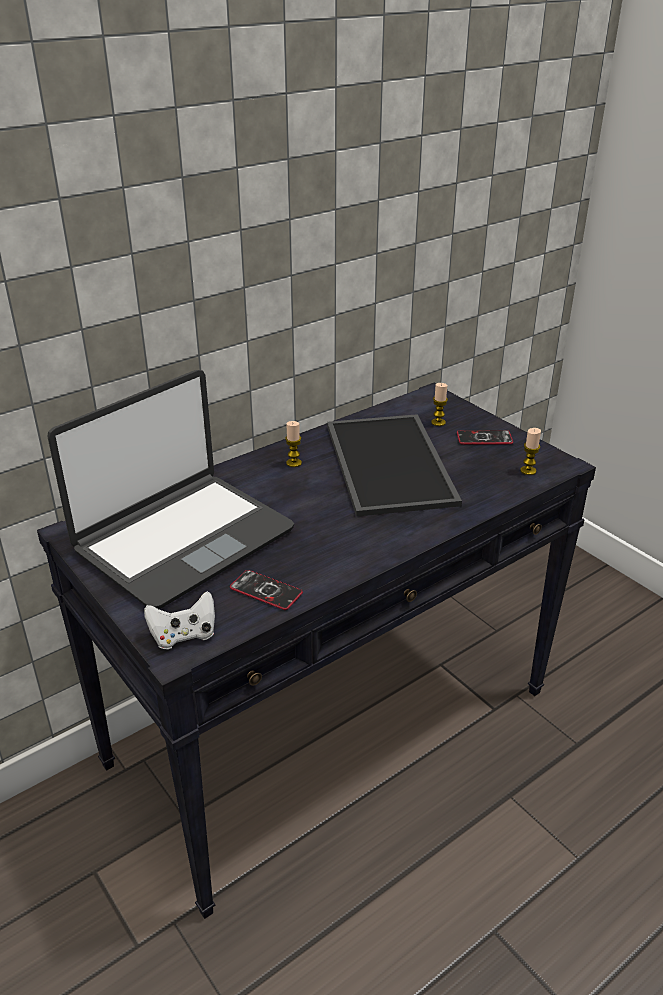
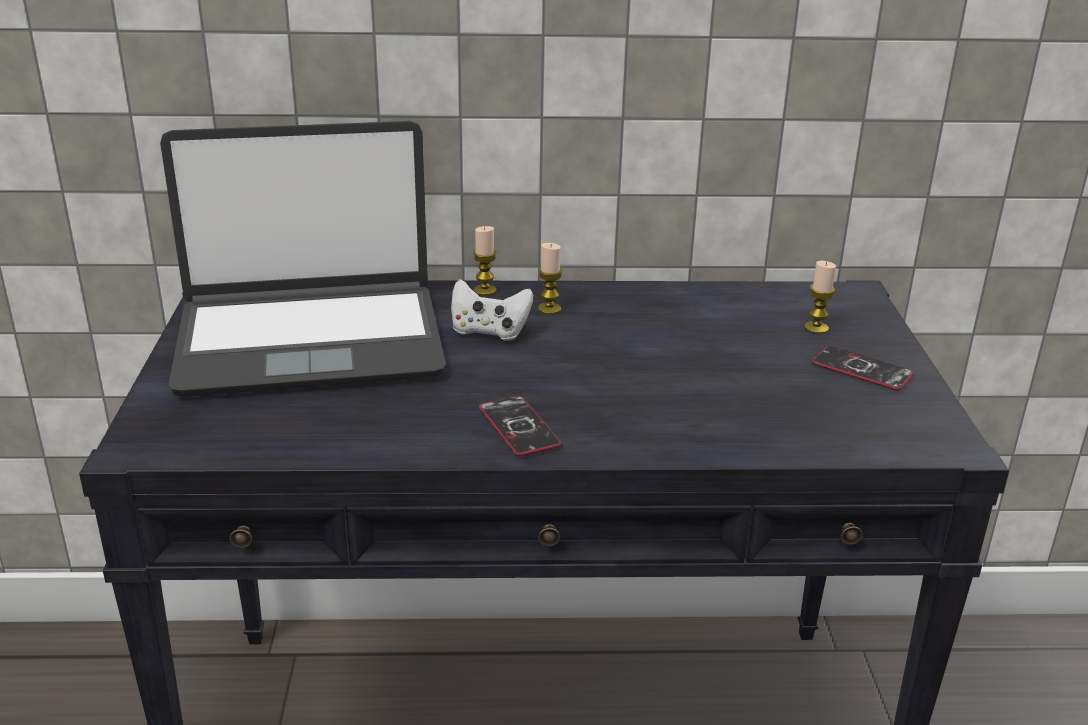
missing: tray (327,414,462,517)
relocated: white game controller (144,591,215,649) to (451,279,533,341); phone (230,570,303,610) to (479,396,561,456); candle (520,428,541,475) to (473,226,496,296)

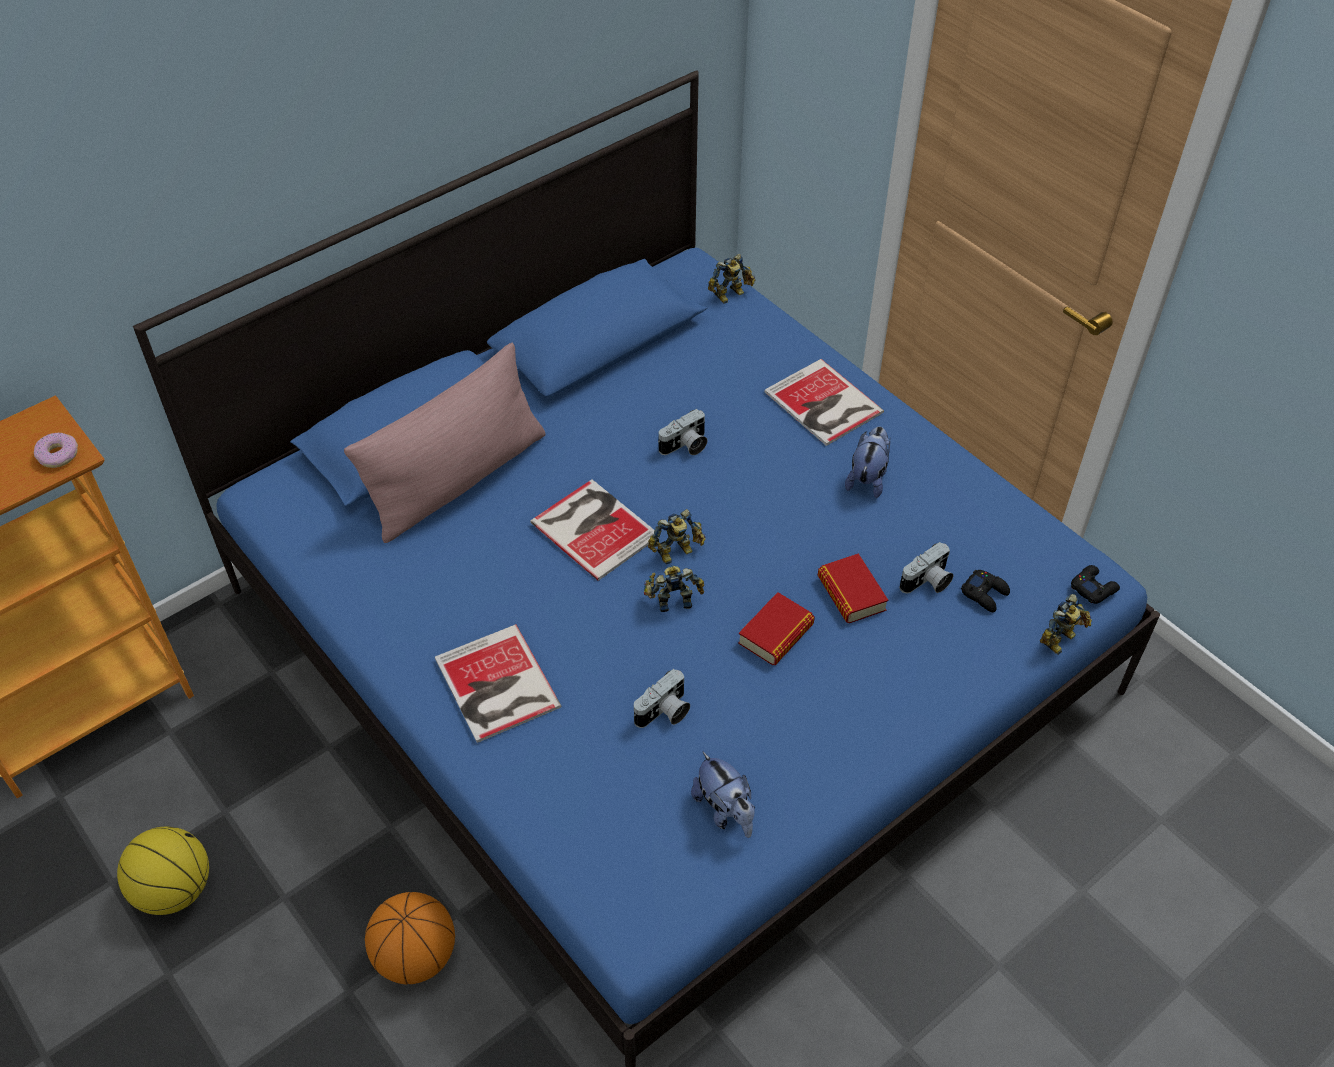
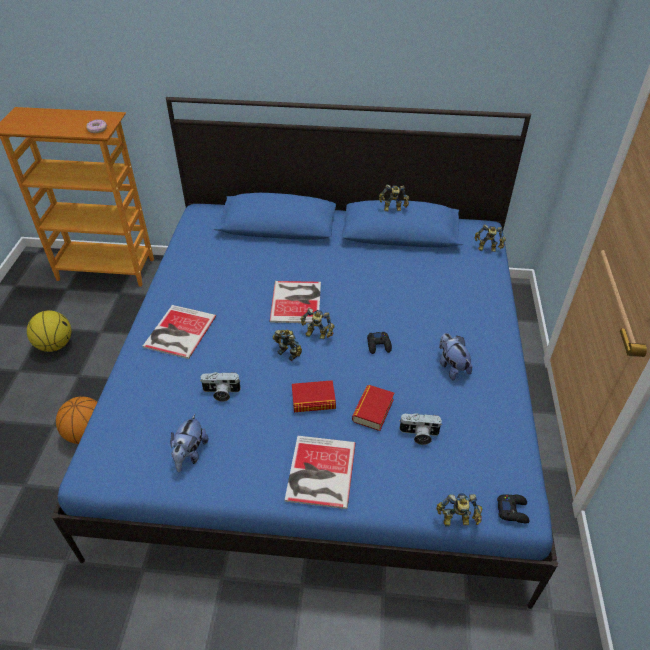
missing: pink pillow (344,343,545,543); photo camera (658,409,707,455)
appeared: toy robot (379,185,409,212)
relocated: book (765,359,884,446) to (285,436,356,509); black game controller (961,569,1010,612) to (367,332,392,354)
spun: plush toy (845,426,890,498) = (439,333,473,381) 90 degrees counterclockwise

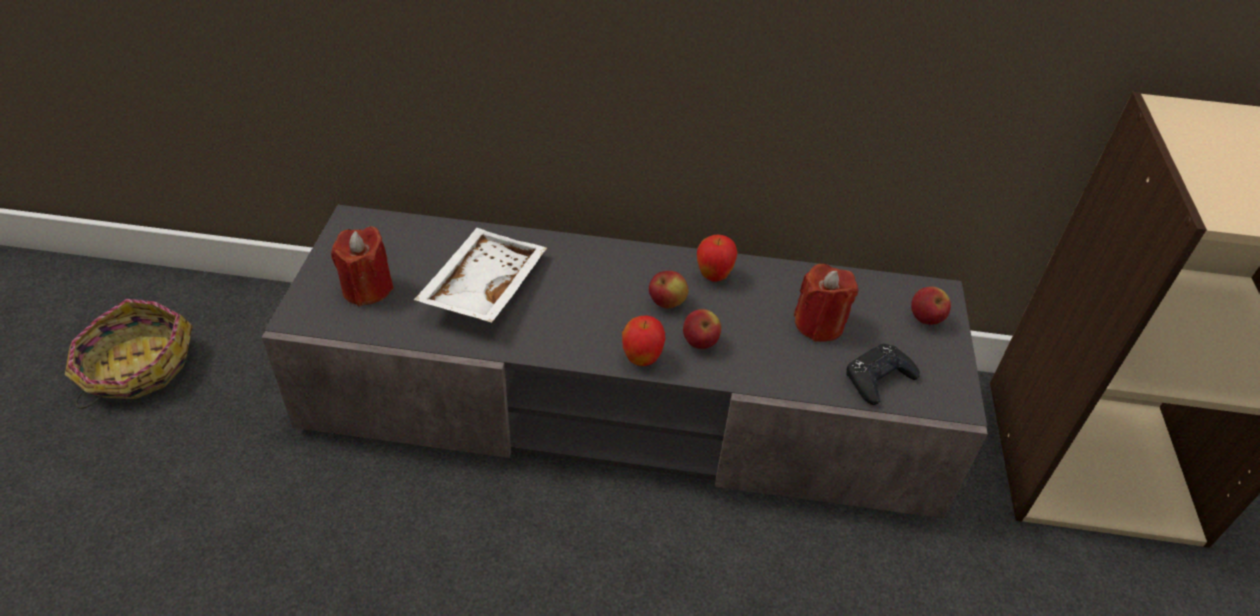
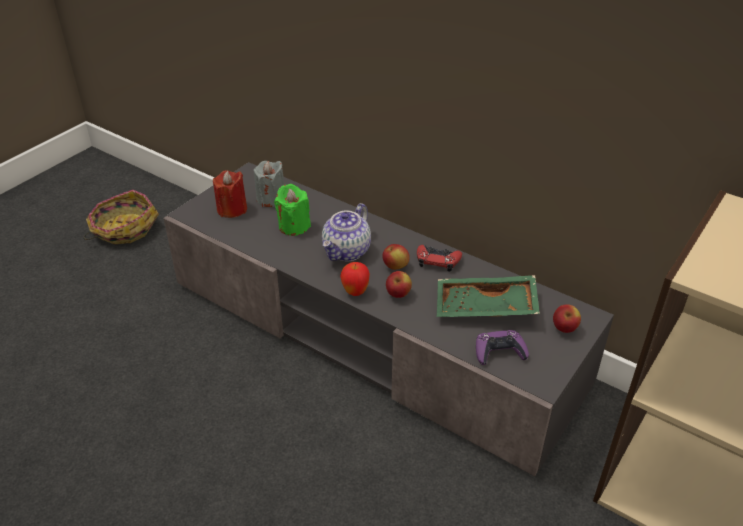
appeared: grey candle (254,161,284,207); teapot (322,203,371,261)
exchanged: white tray (414,228,547,323) to green candle (274,184,311,236); apple (697,234,737,282) to red game controller (417,245,462,272); red candle (794,264,858,342) to green tray (437,275,540,317)
colour: black game controller (846,344,920,405) to purple game controller (476,330,529,365)

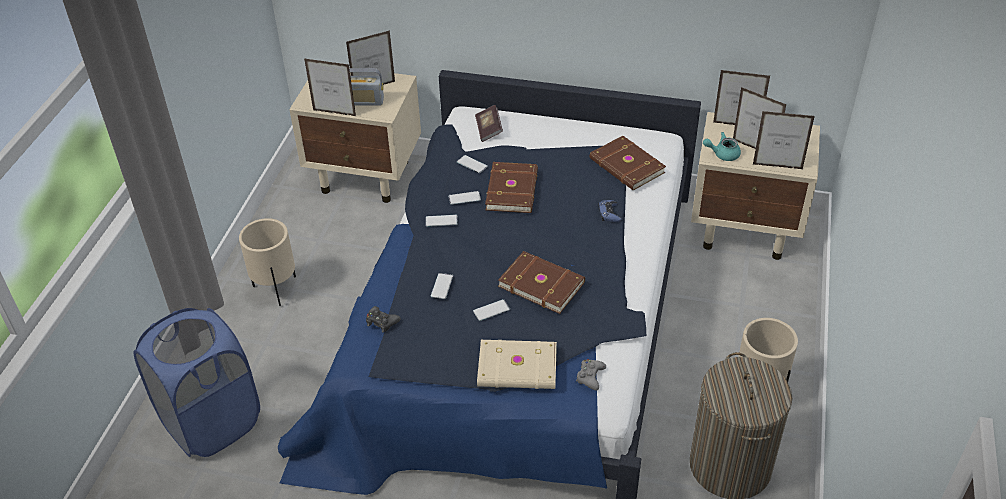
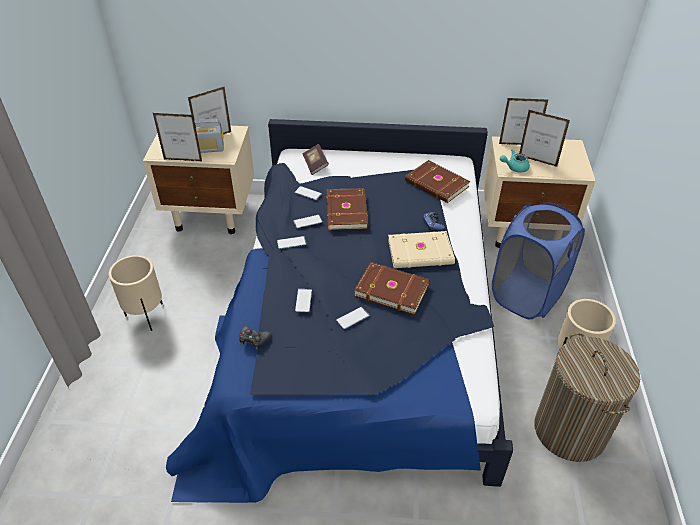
missing: grey game controller (576,359,606,391); picture frame (753,111,815,169)
relocated: blue laundry basket (133,308,260,457) to (492,202,585,319); beige book (477,340,557,389) to (388,231,455,268)

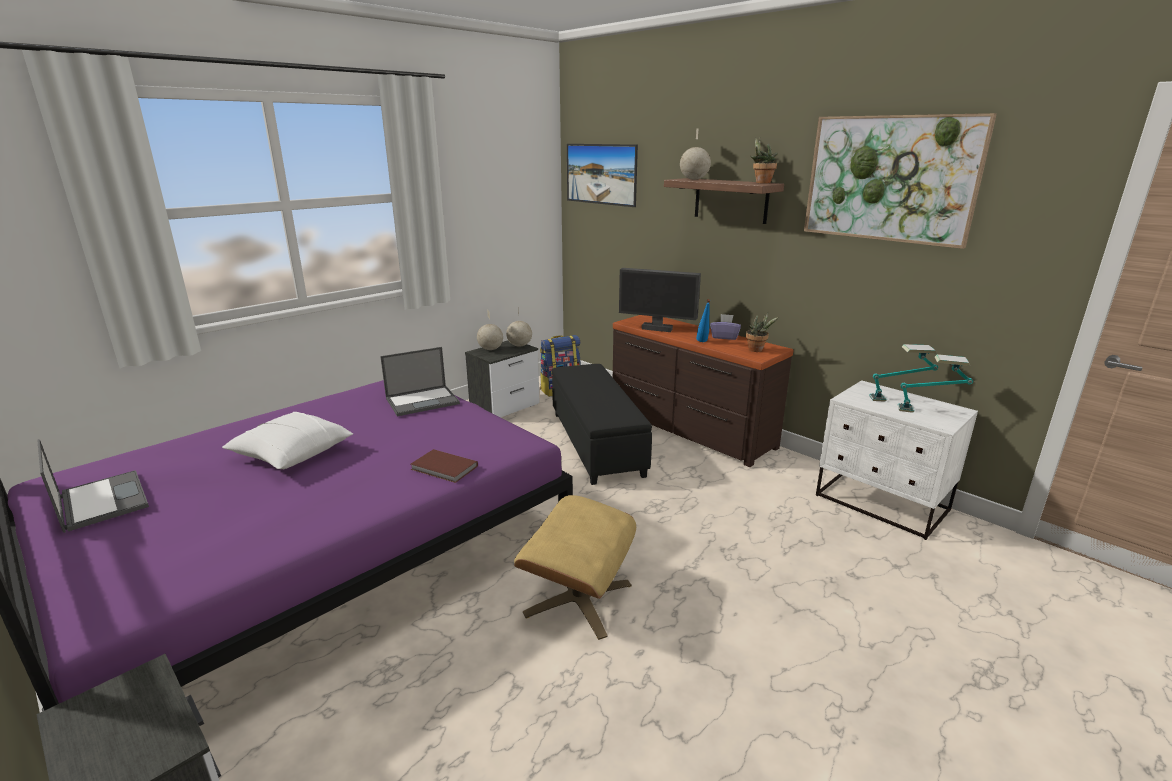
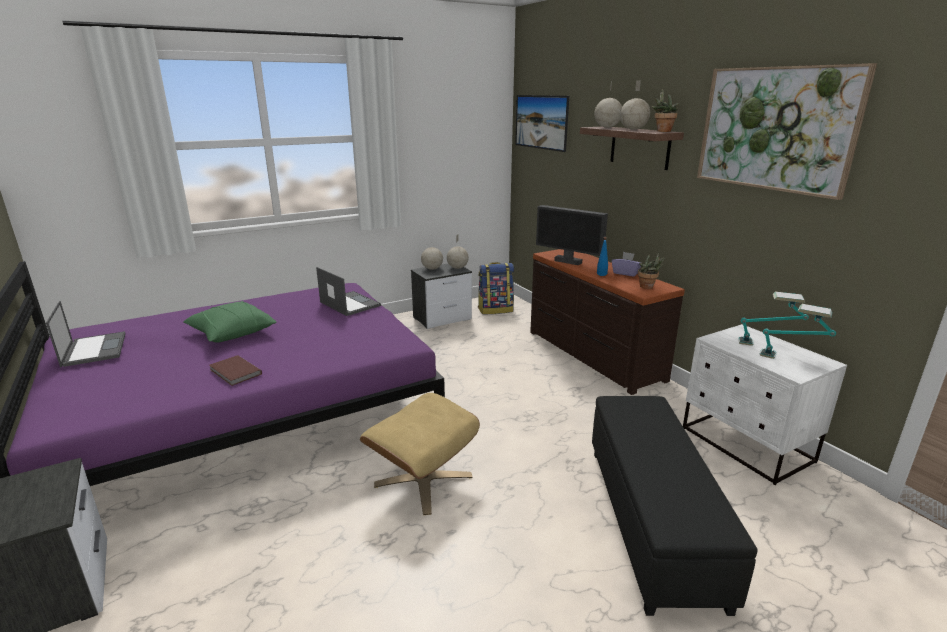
appeared: globe (620,80,650,130)
relocated: brown book (411,449,478,483) to (209,355,262,386); black ottoman (552,364,652,485) to (592,396,758,616)
colour: white pillow (222,412,353,469) to green pillow (183,301,276,343)
spun: laptop (380,347,460,416) = (316,267,381,316) 120 degrees counterclockwise

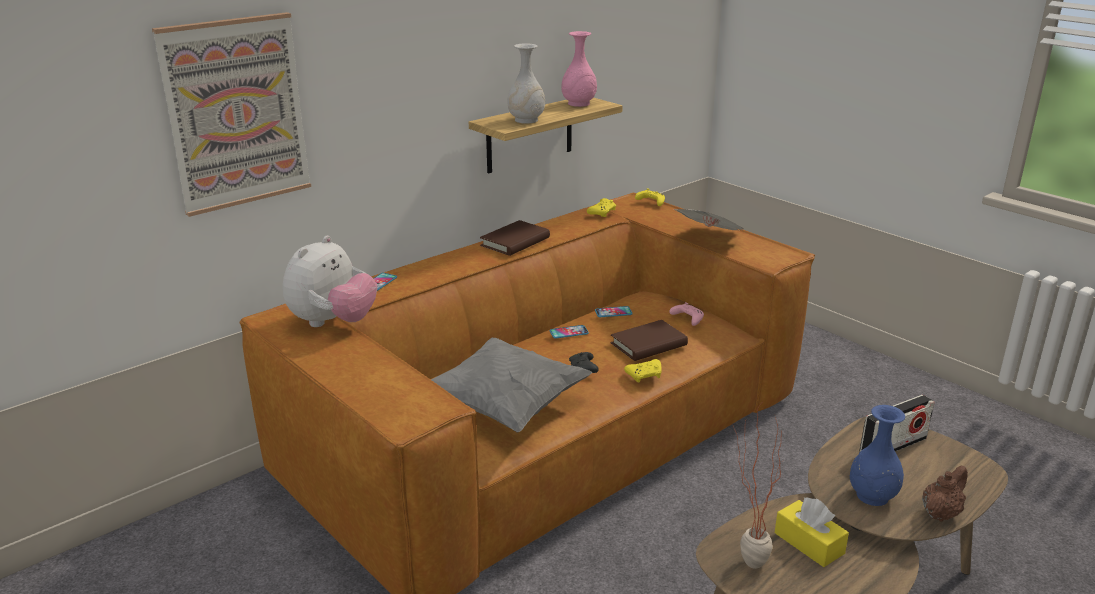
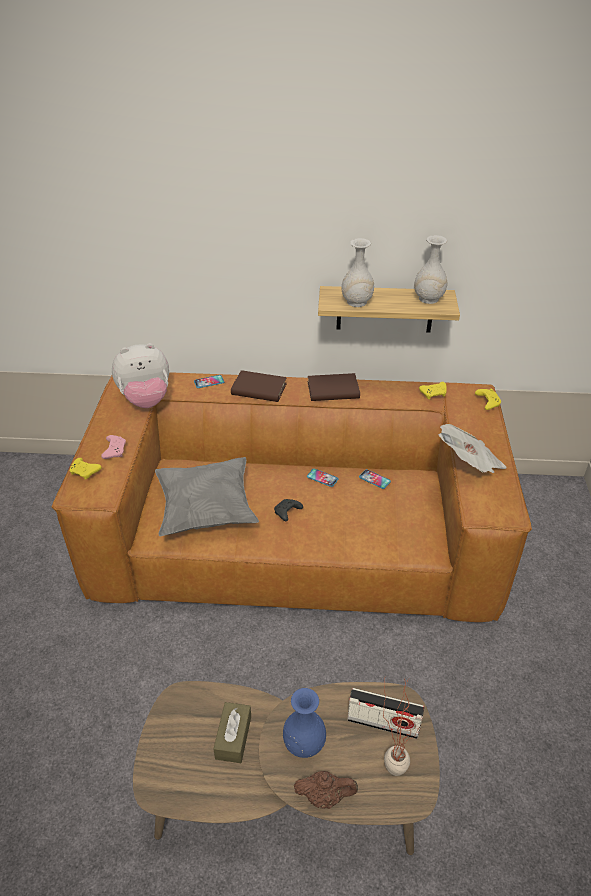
missing: picture (152,12,311,217)
relocated: brown book (611,320,688,361) to (231,370,287,402); yellow game controller (624,359,662,383) to (69,458,102,480); pink game controller (669,302,704,326) to (101,435,126,459); potted plant (733,403,783,569) to (383,679,420,776)
colour: pink vase (561,31,597,107) to white vase (414,235,447,304); yellow tissue box (775,497,849,567) to brown tissue box (213,702,251,763)

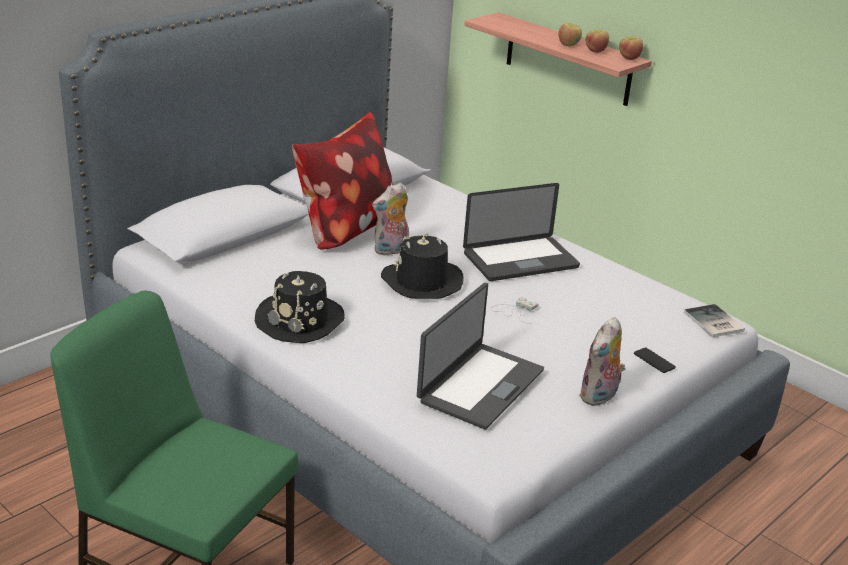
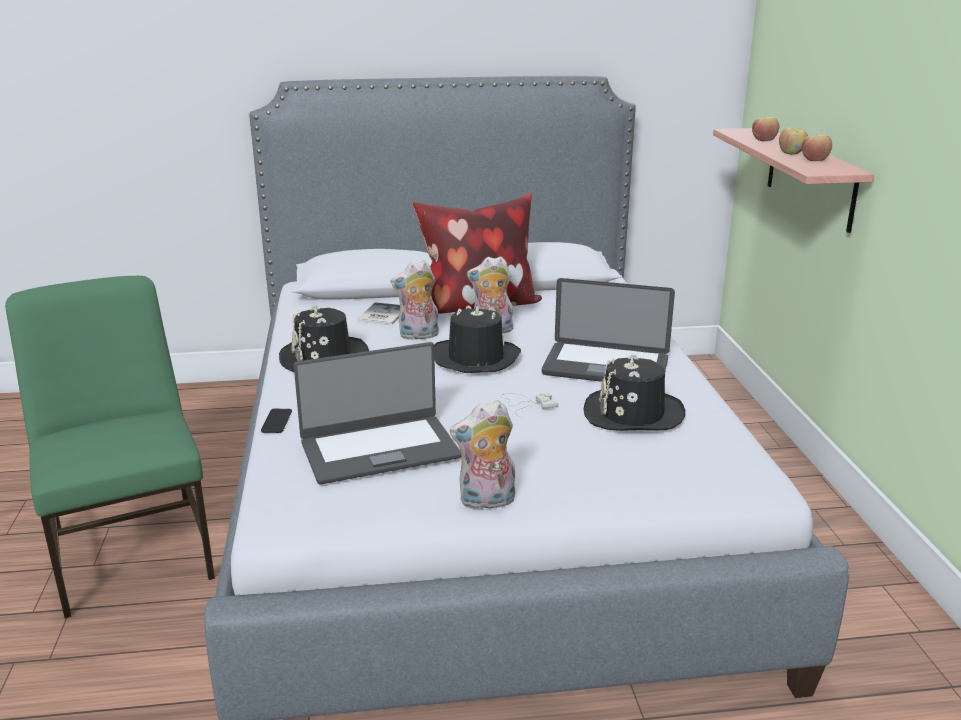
appeared: plush toy (391,260,439,340); black hat (584,354,685,431)
relocated: apple (619,36,643,60) to (752,117,779,141); phone (634,347,676,373) to (261,409,292,433); book (684,304,745,338) to (358,302,400,325)

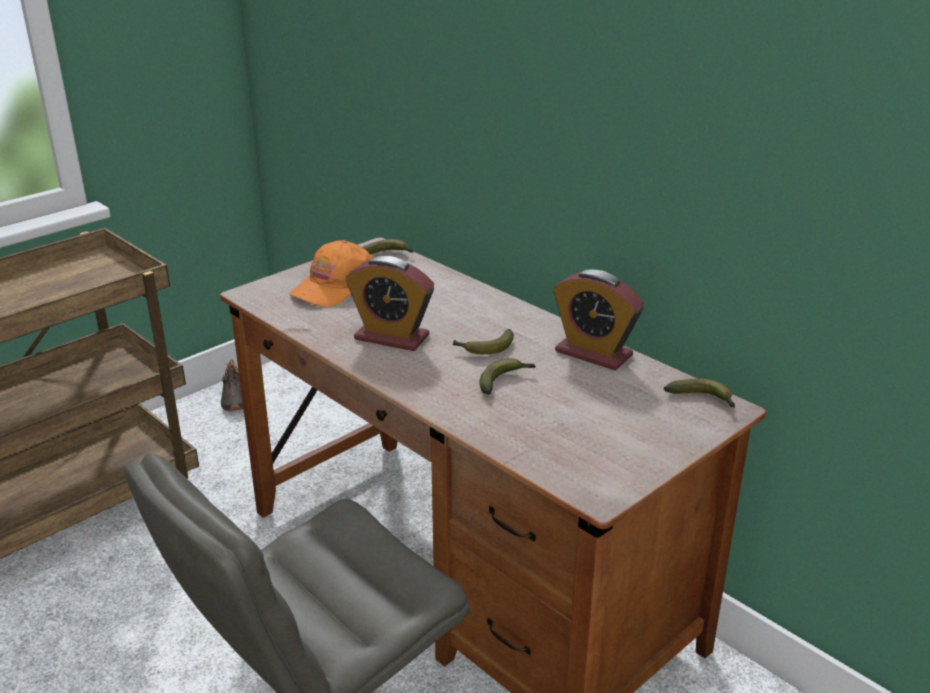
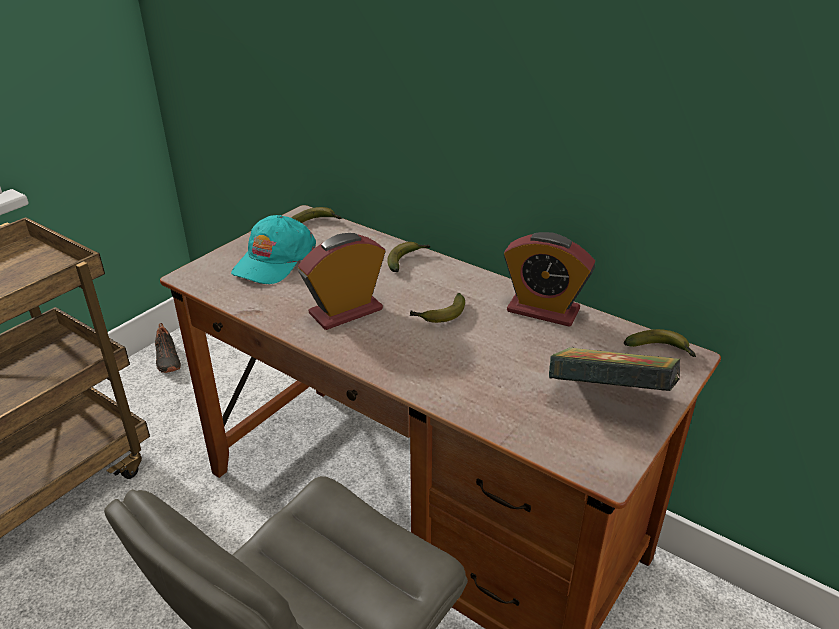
appeared: book (549,347,680,391)
relocated: banana (479,358,536,394) to (387,242,430,272)
colour: orange cap (289,240,373,307) to turquoise cap (231,215,316,284)
spun: alarm clock (345,256,434,351) = (298,233,385,330) 135 degrees clockwise

